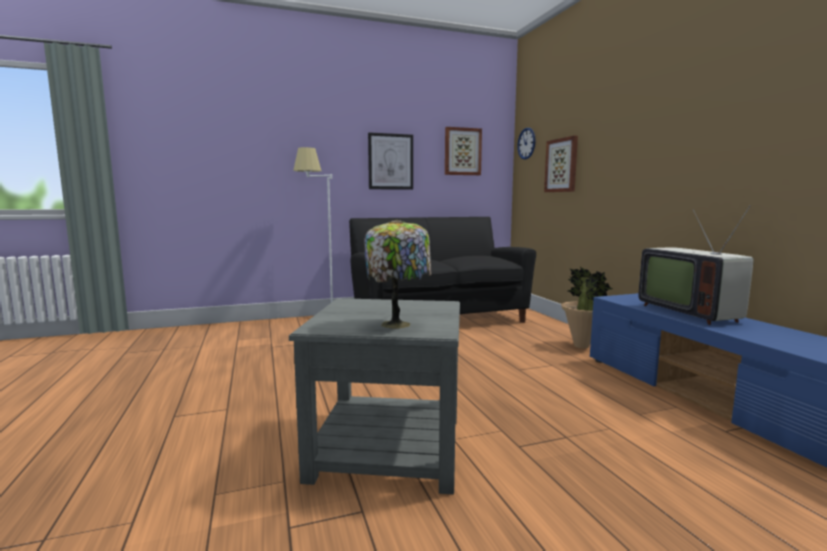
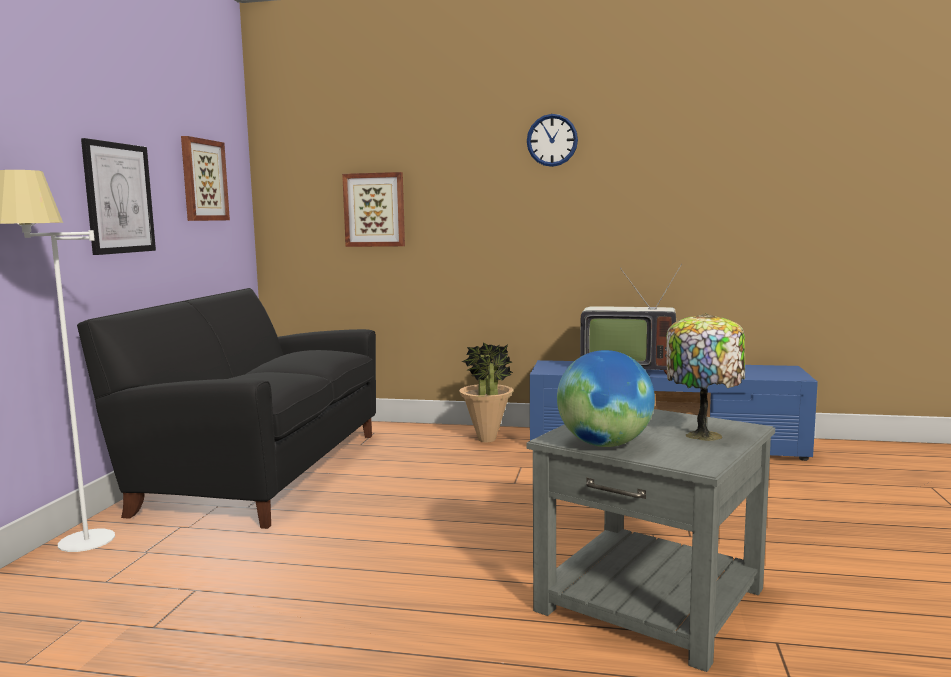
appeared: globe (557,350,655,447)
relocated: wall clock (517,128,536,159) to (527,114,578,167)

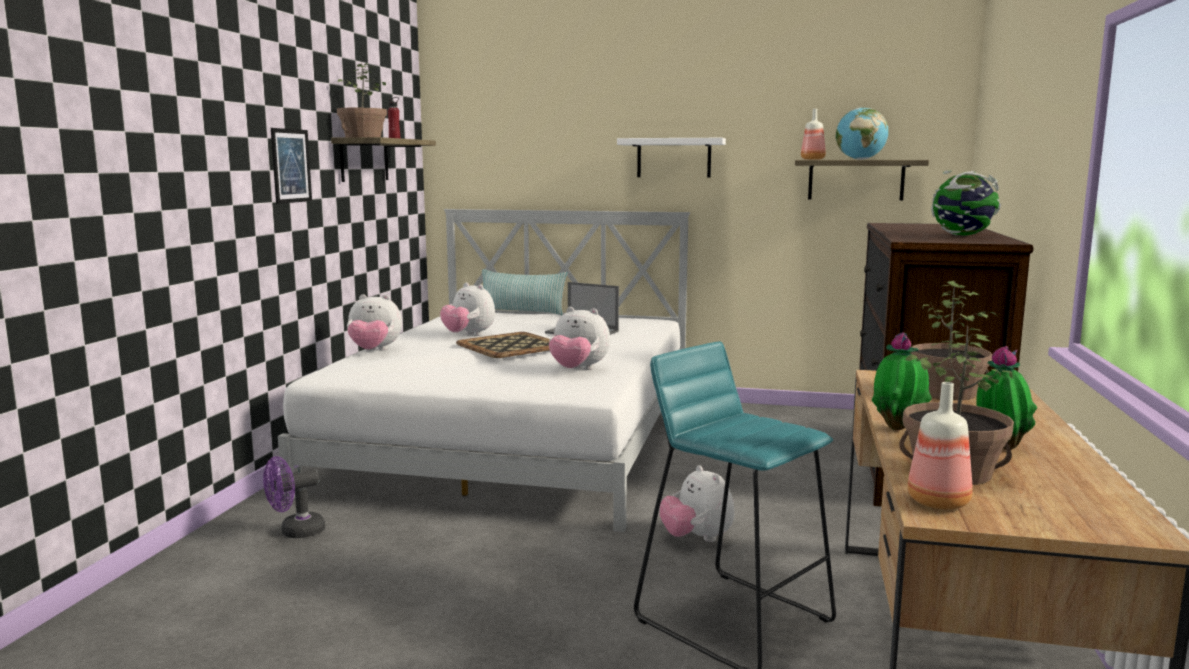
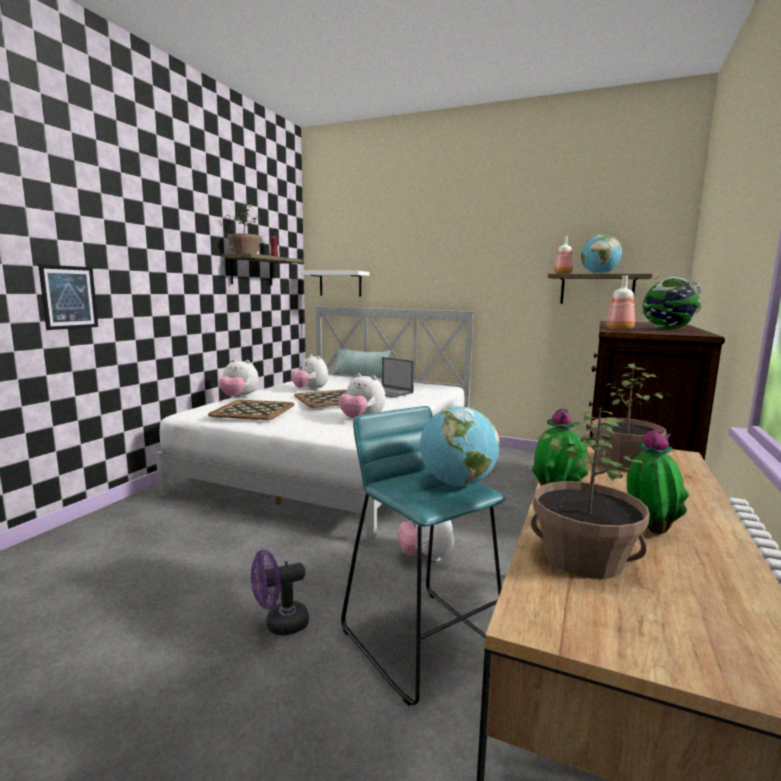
appeared: tray (208,400,294,420); globe (420,406,500,486)
relocated: purple fan (263,456,325,538) to (251,550,309,636); picture (271,128,312,204) to (38,264,98,330); white shelf (617,138,726,177) to (300,271,370,297); bottle (907,382,972,510) to (606,275,635,330)

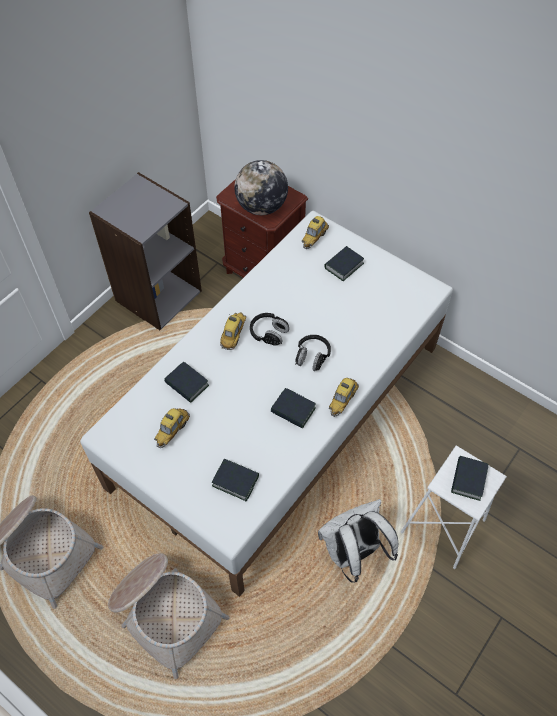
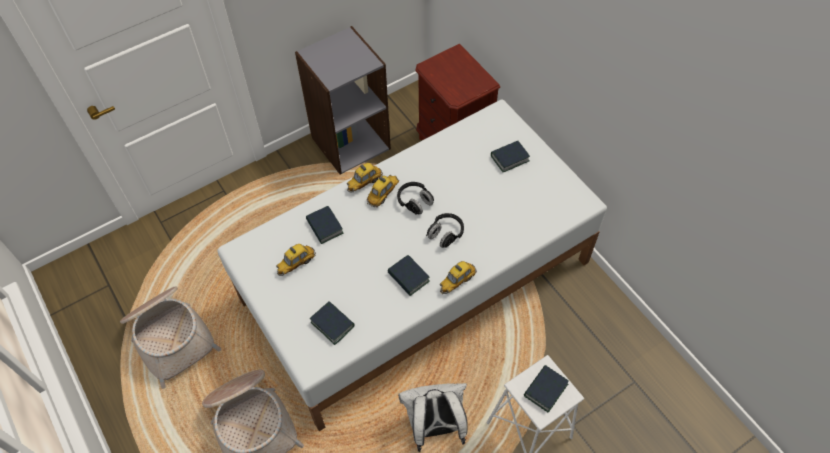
missing: globe (234,160,288,215)
relocated: toy car (302,216,329,249) to (347,163,383,193)

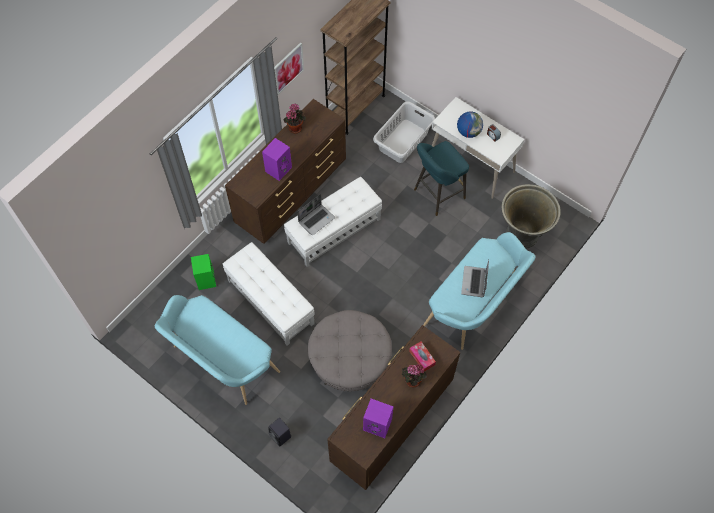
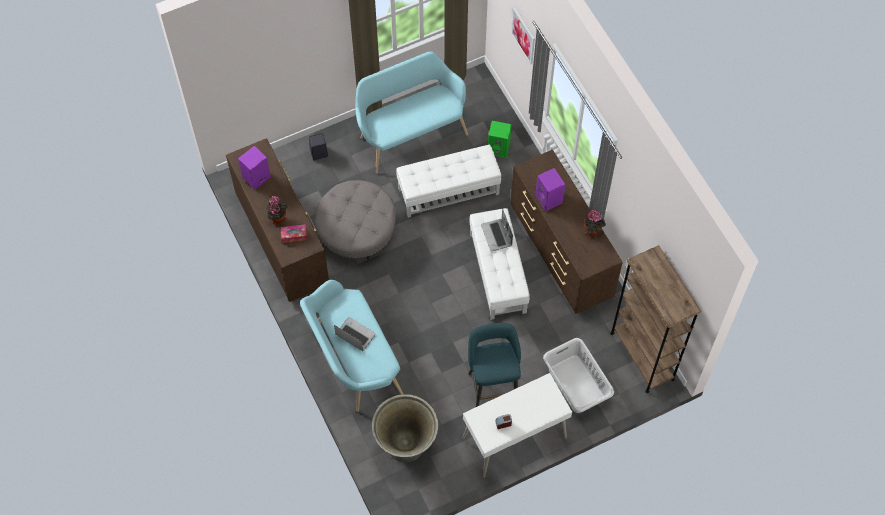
missing: globe (457,112,483,138)
relocated: picture (274,42,304,95) to (511,7,535,64)

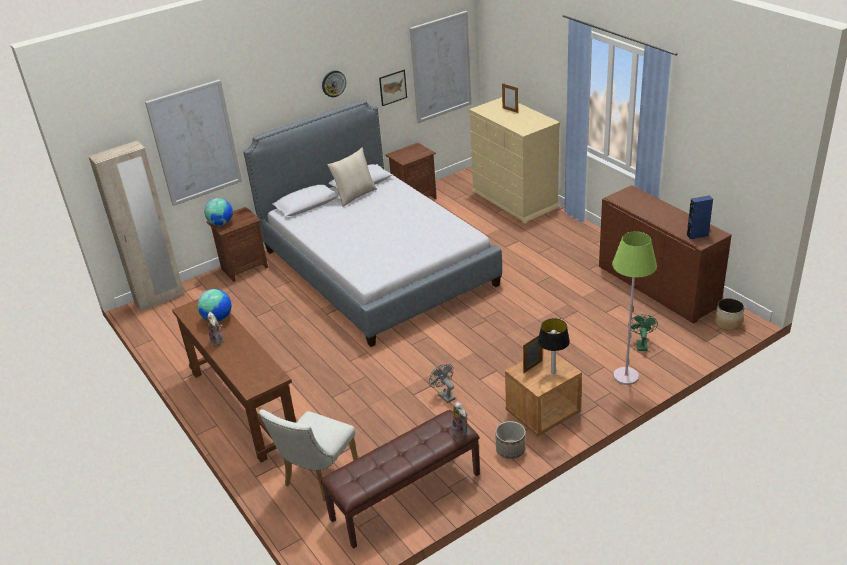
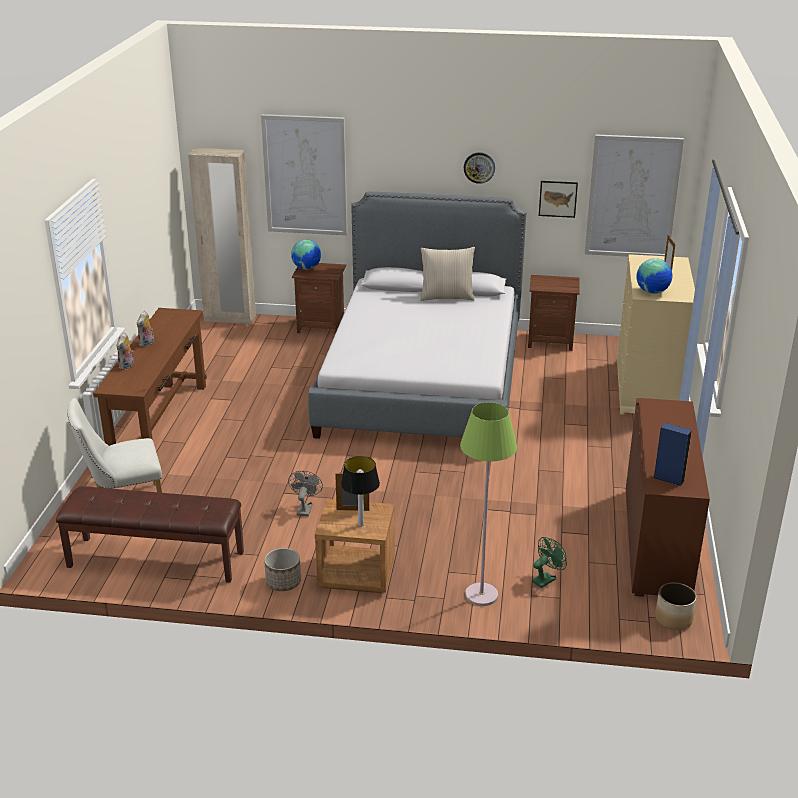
relocated: globe (197,289,232,322) to (637,258,672,294); plush toy (452,401,468,437) to (117,332,134,370)

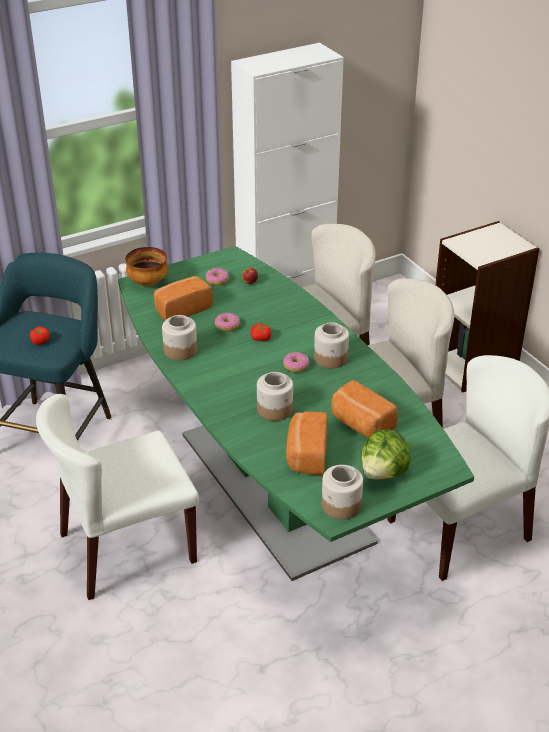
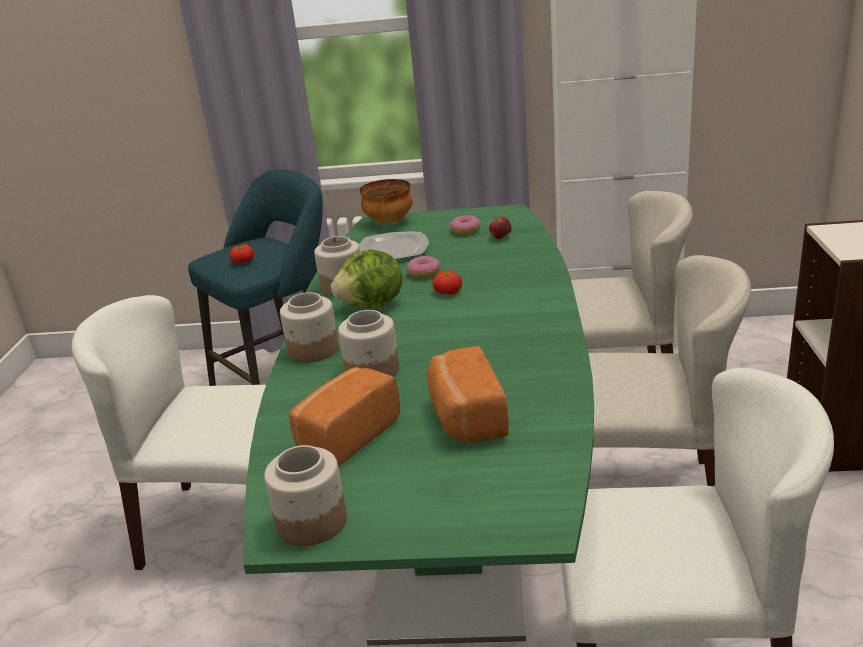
missing: donut (283,352,310,372)
relocated: jar (314,322,349,369) to (280,293,339,363); lettuce (361,429,411,480) to (331,250,403,308)
exchanged: bread (154,276,213,320) to plate (359,232,429,259)

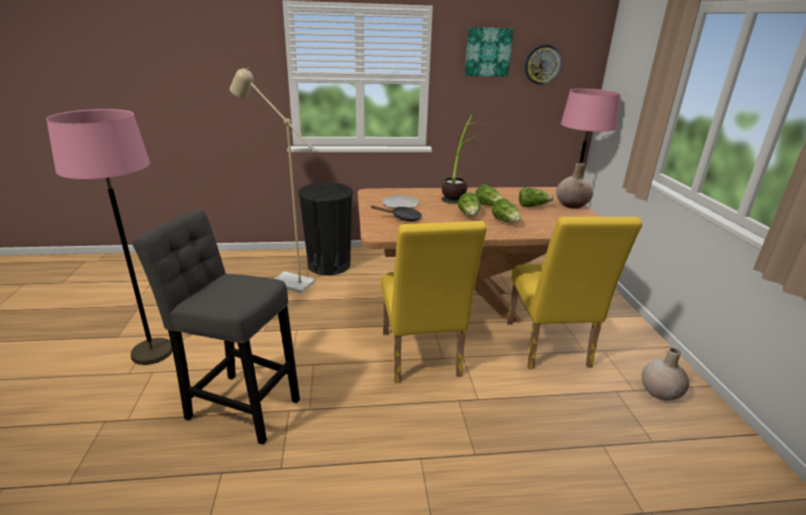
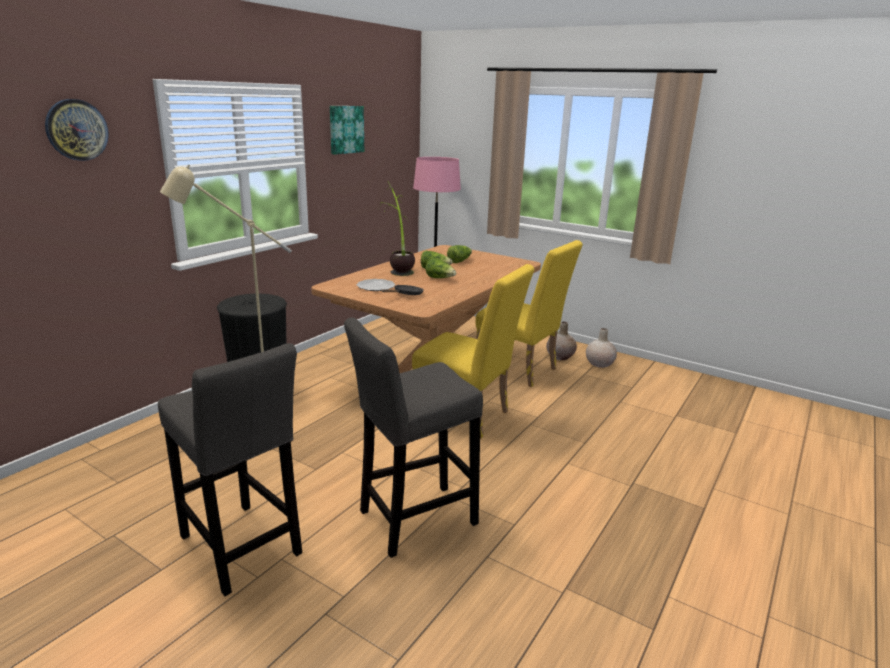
missing: lettuce (492,198,521,222)
relocated: wall clock (524,45,562,85) to (45,99,109,161); beige vase (556,162,593,209) to (546,322,577,360)
exchanged: pink floor lamp (46,109,172,365) to grey stool (158,343,302,596)

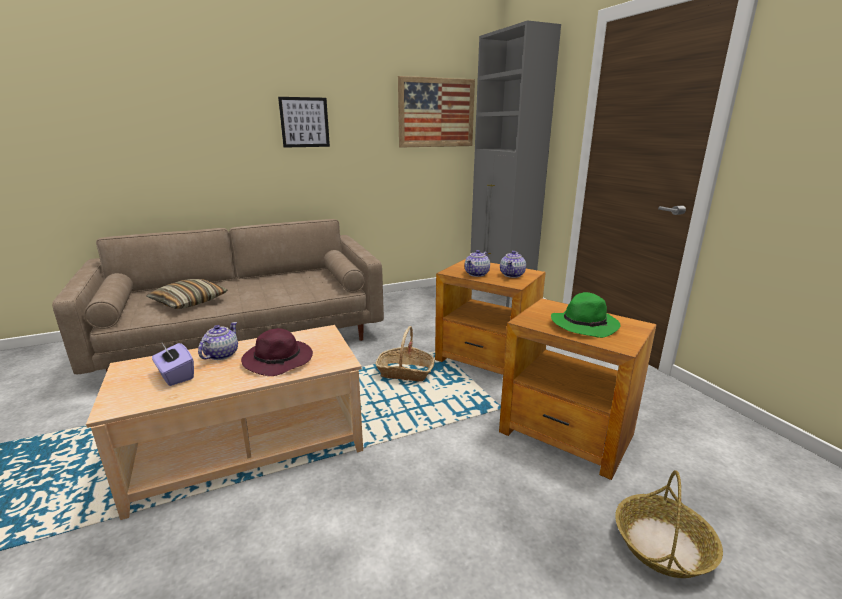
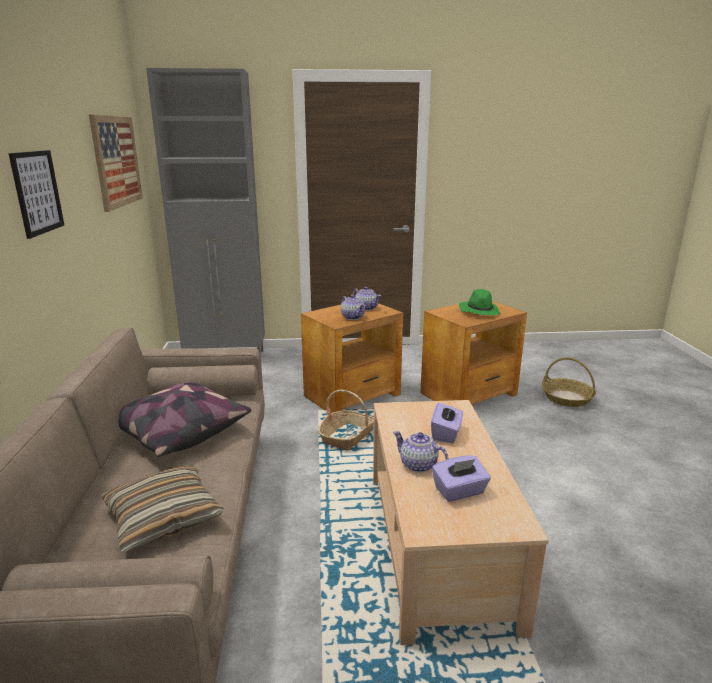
appeared: pillow (119,382,252,457)
exchanged: purple hat (241,328,313,376) to purple tissue box (431,403,463,443)

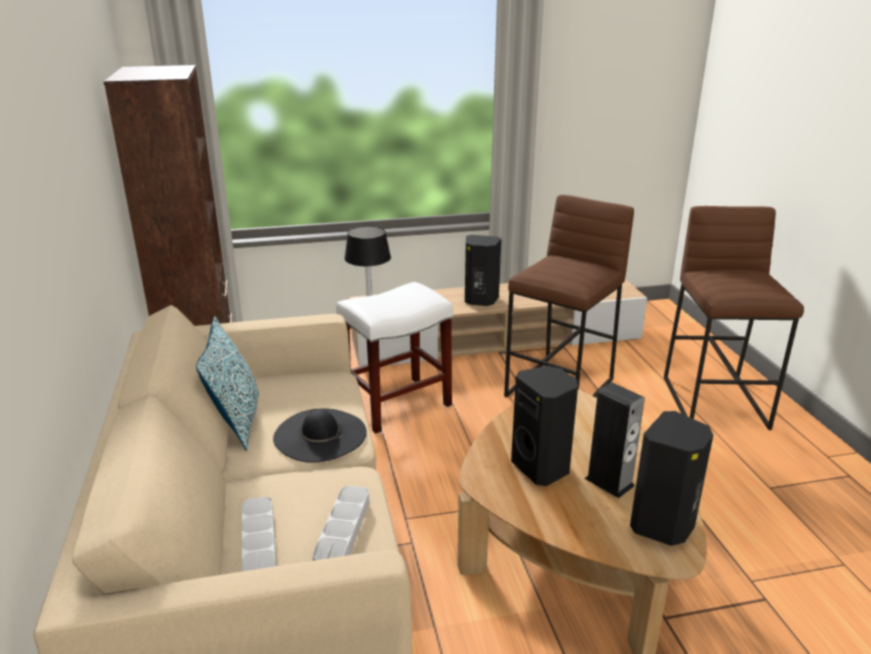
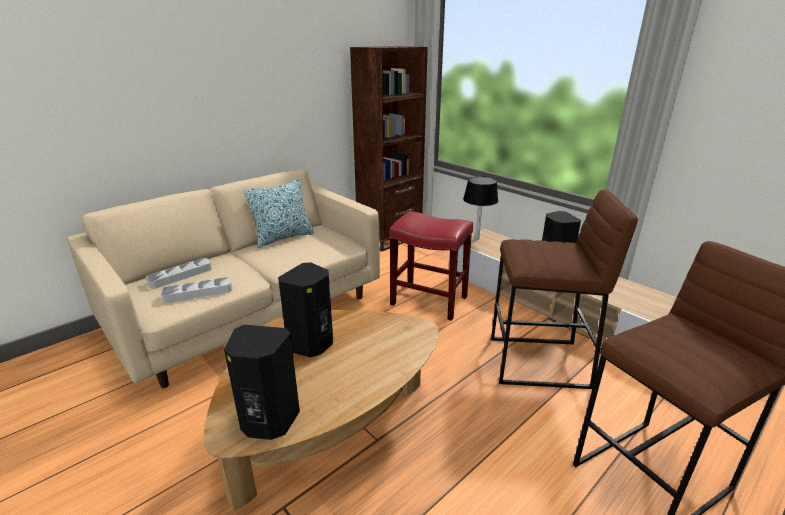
missing: black hat (273,408,367,463); speaker (585,382,645,498)
colour: white stool (336,282,453,434) to red stool (389,211,473,321)

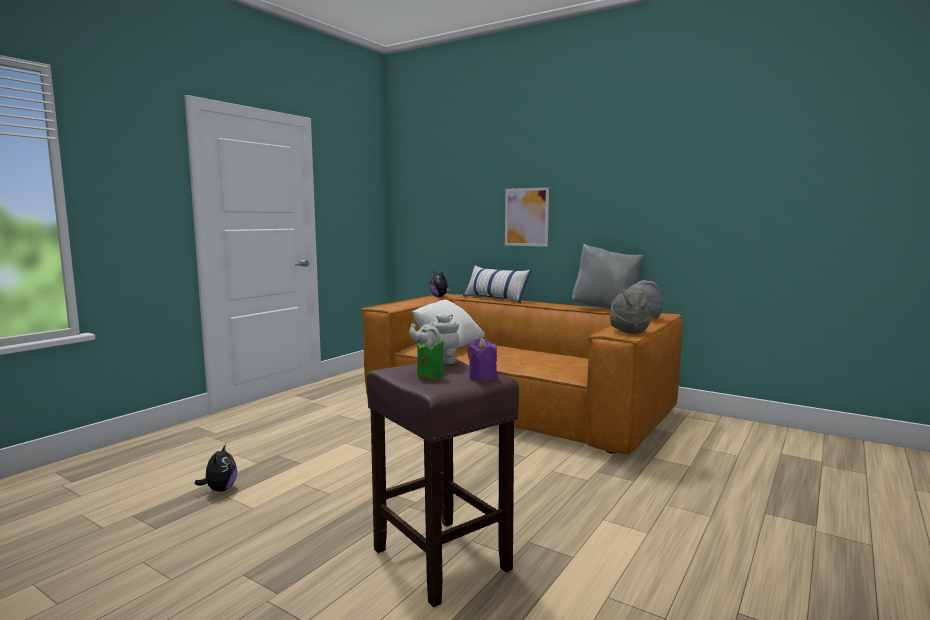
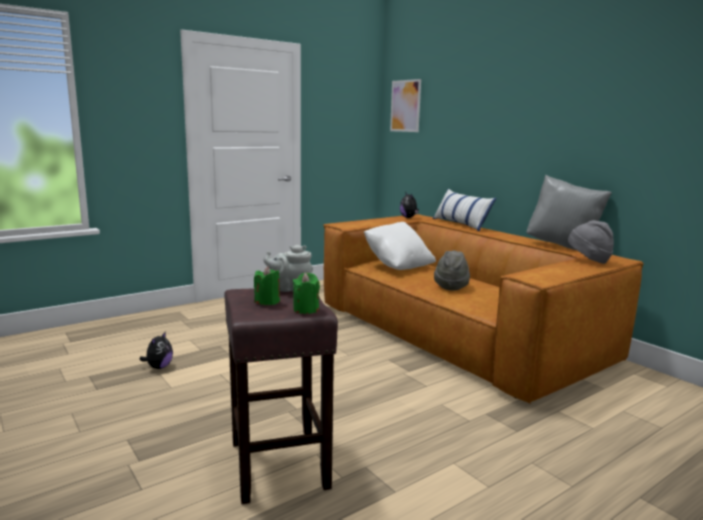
relocated: picture (505,187,549,247) to (390,79,421,132); grey hat (610,289,651,334) to (434,250,470,291)
colour: purple candle (468,338,497,381) to green candle (293,273,320,314)

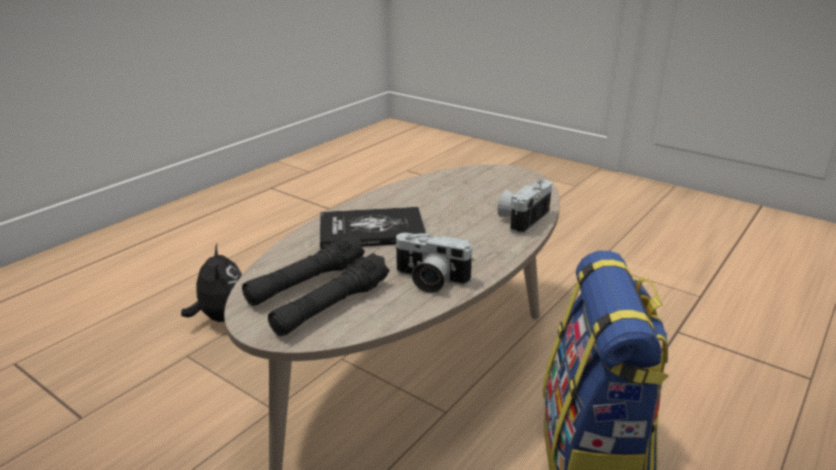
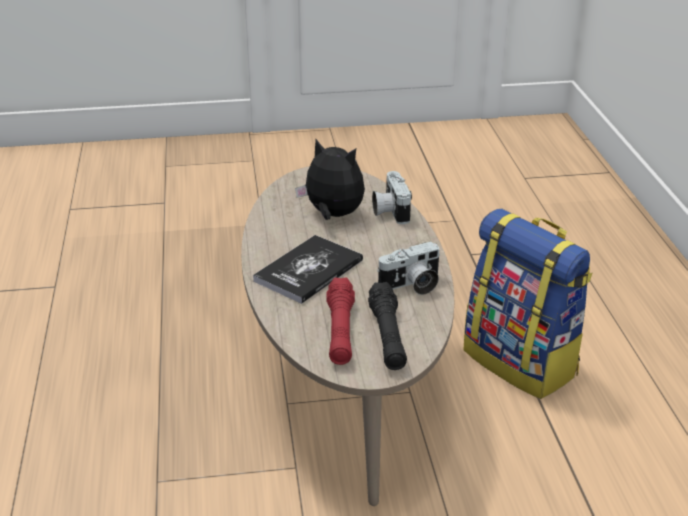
relocated: plush toy (181,244,242,322) to (295,139,365,220)
colour: black flashlight (242,234,365,306) to red flashlight (326,278,355,365)

